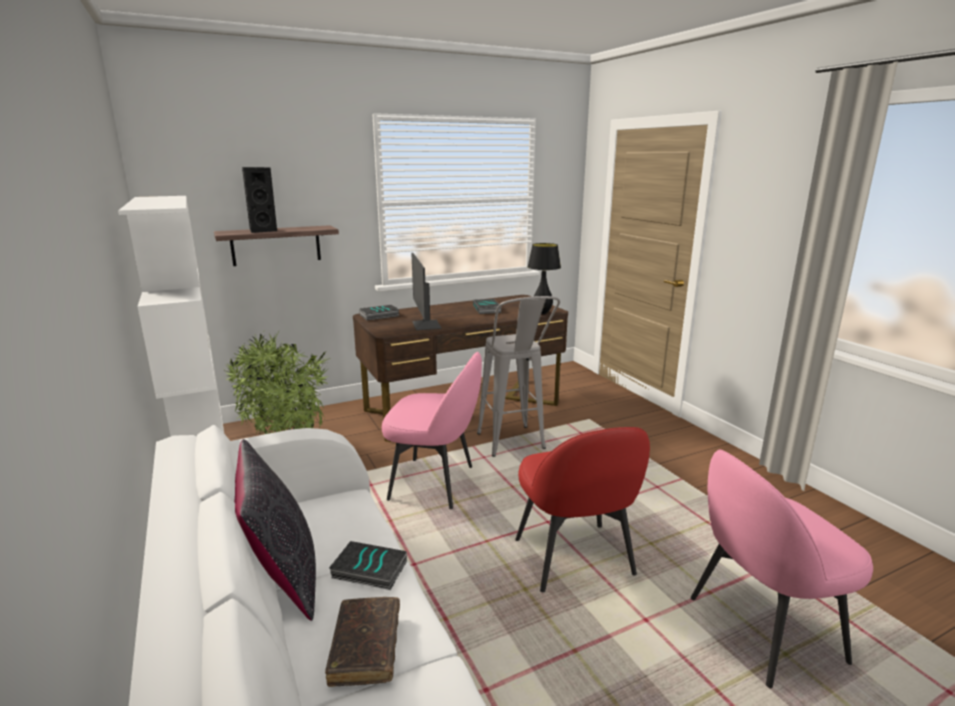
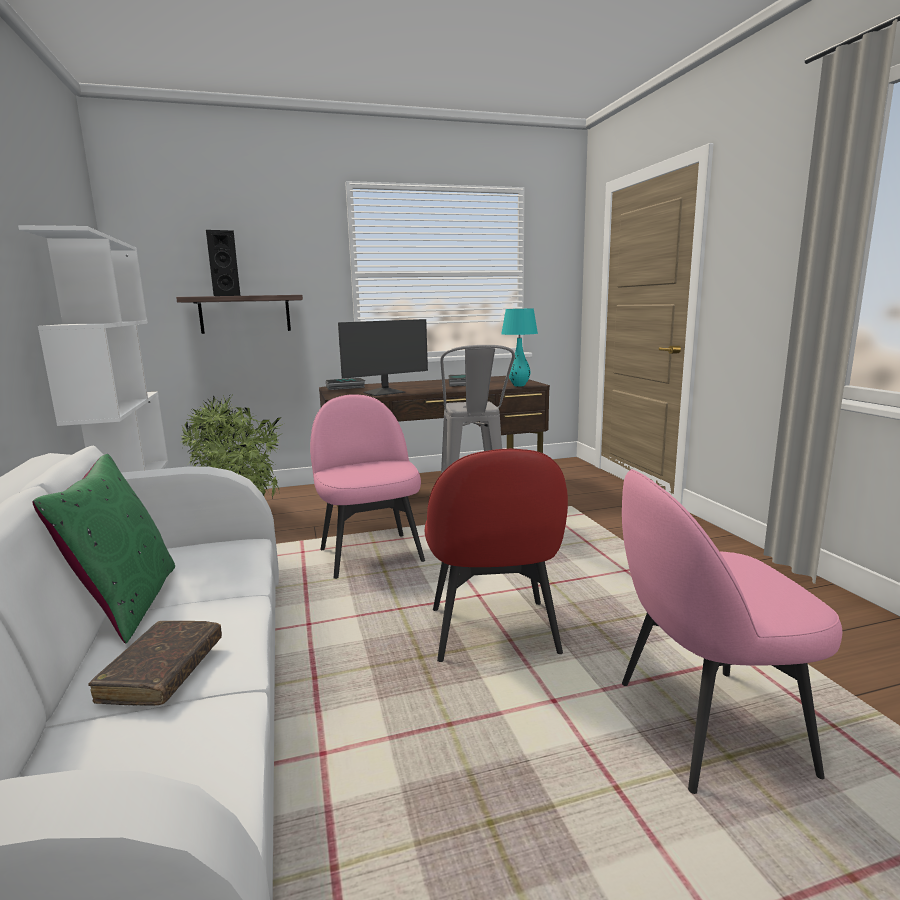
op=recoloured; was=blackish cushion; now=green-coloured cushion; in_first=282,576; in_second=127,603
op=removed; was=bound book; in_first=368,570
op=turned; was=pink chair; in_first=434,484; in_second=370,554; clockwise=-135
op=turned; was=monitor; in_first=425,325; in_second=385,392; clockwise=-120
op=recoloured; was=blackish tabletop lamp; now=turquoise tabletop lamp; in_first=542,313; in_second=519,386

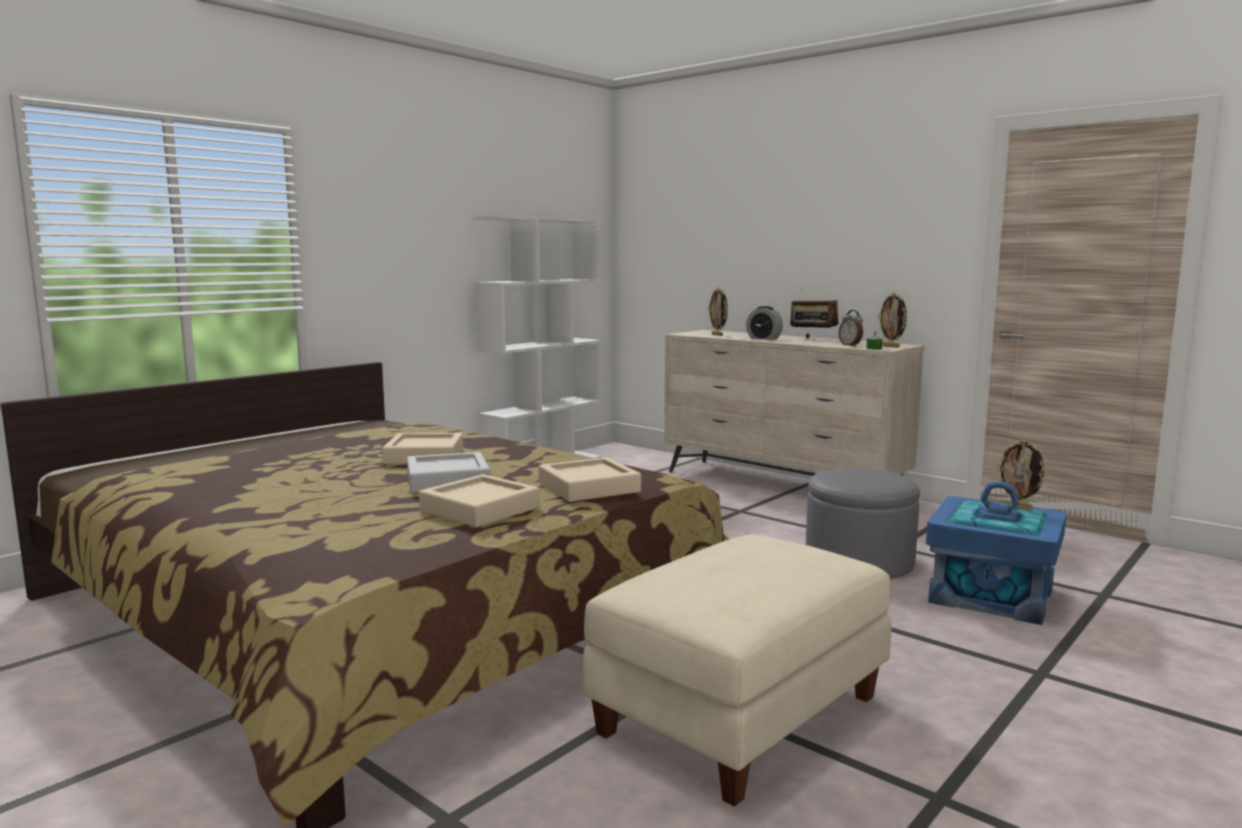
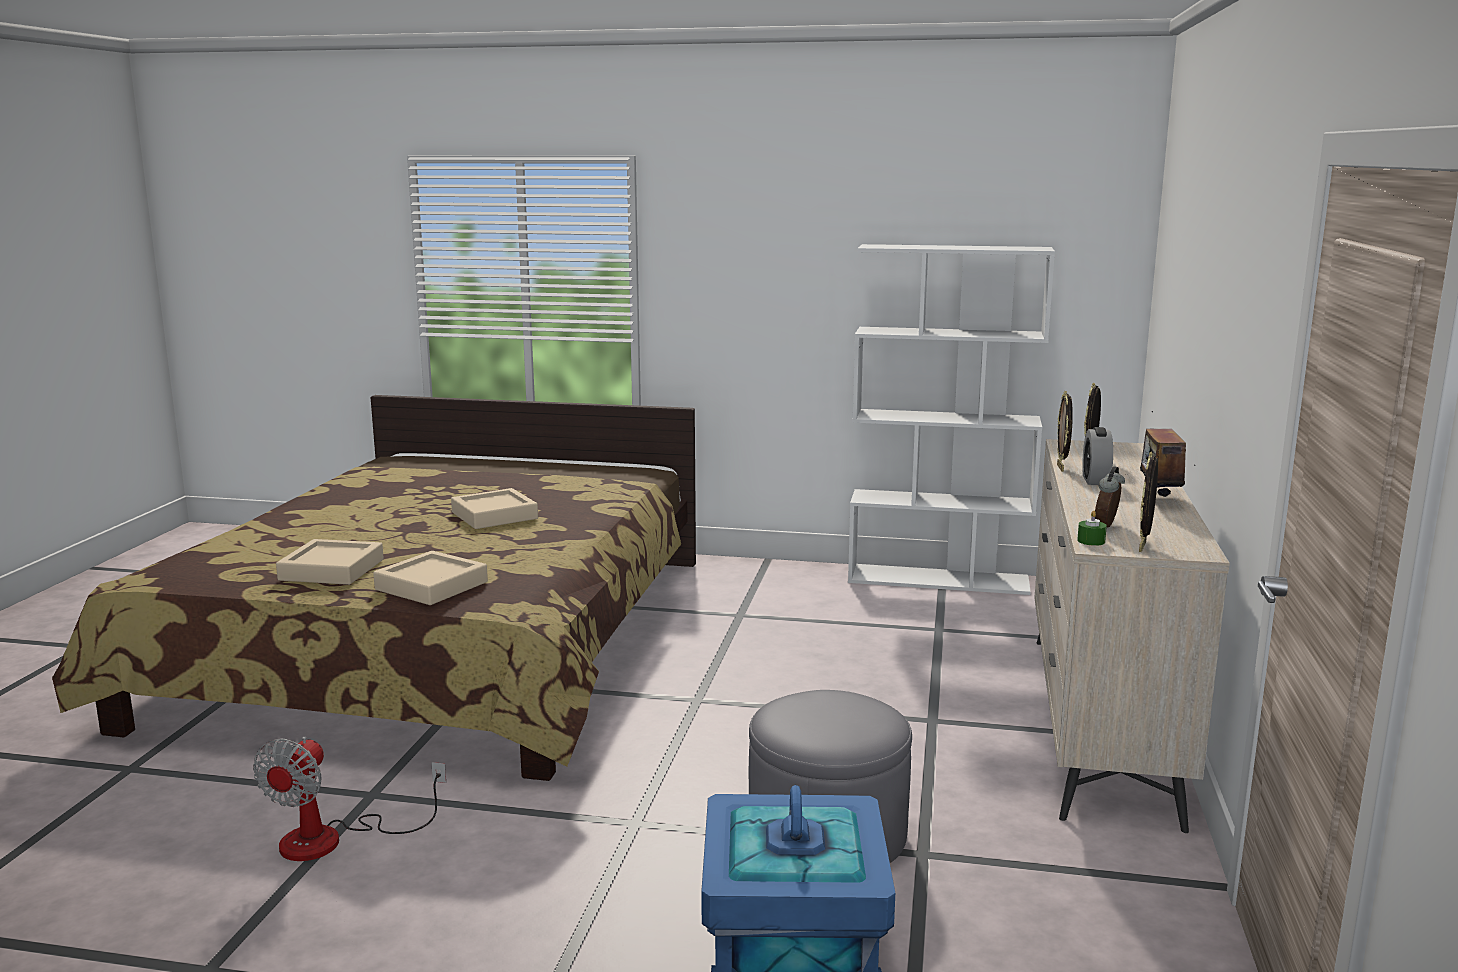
op=removed; was=greyish serving tray; in_first=448,480
op=replaced; was=beige-coloured footrest; now=electric fan; in_first=739,713; in_second=333,839
op=moved; was=standing frame; in_first=1018,507; in_second=1061,468

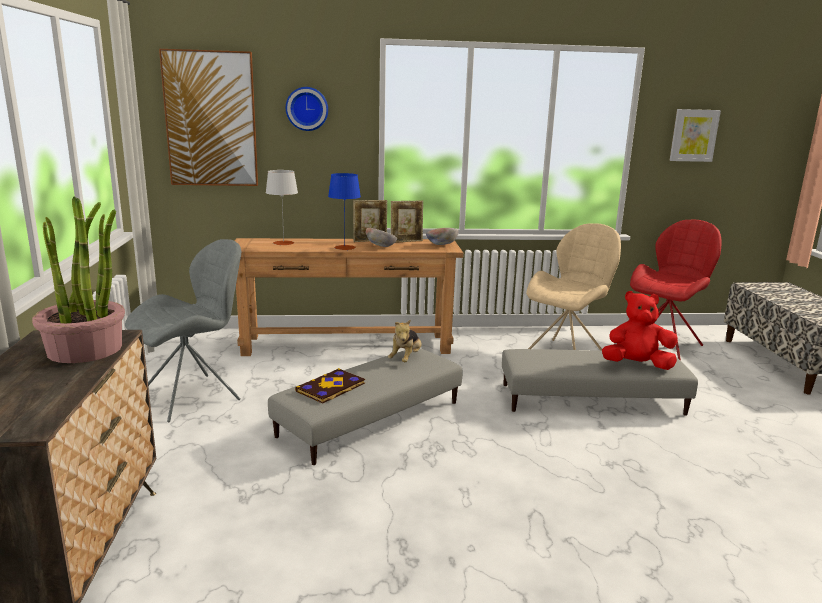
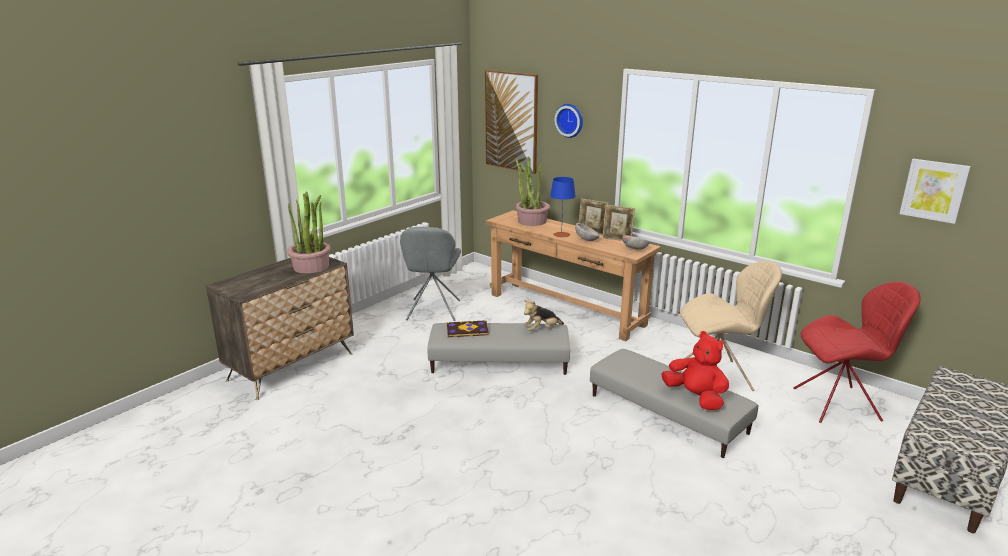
op=turned; was=greyish chair; in_first=193,396; in_second=433,311; clockwise=90
op=replaced; was=greyish tabletop lamp; now=potted plant; in_first=283,243; in_second=531,221

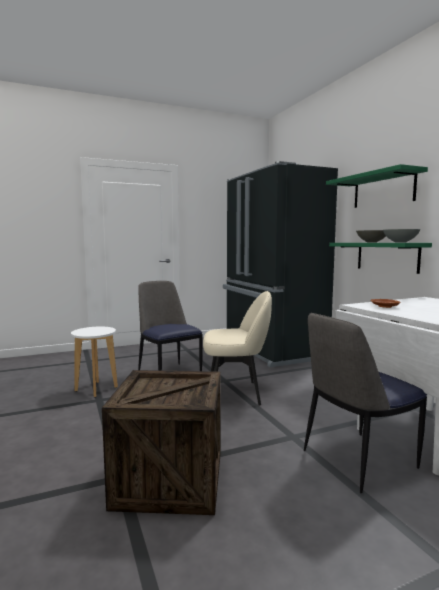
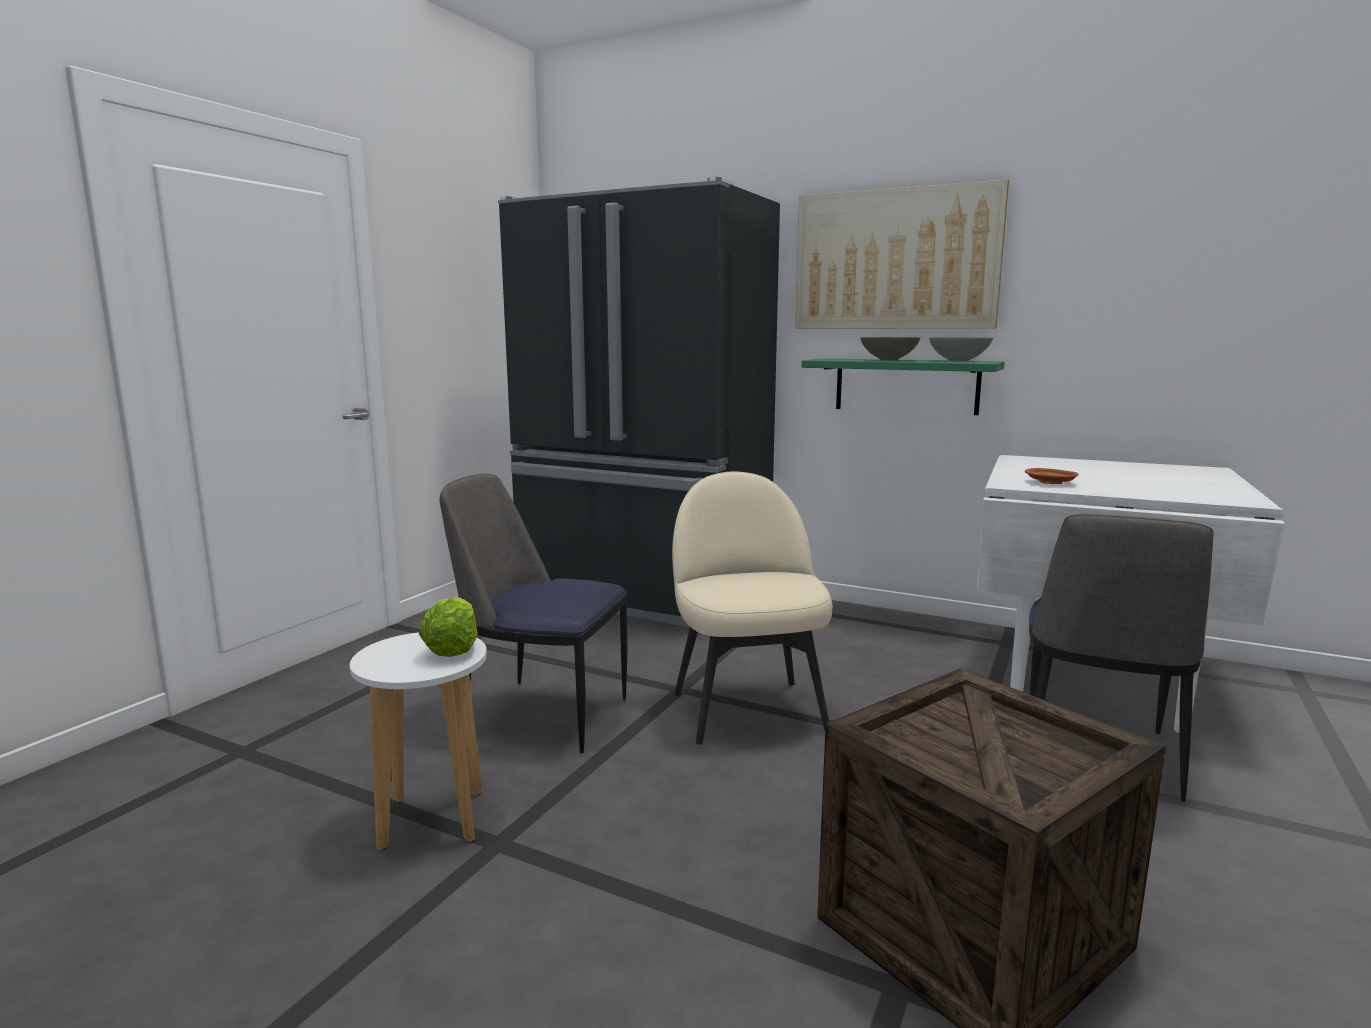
op=turned; was=beige-coloured chair; in_first=235,393; in_second=747,709; clockwise=-60
op=replaced; was=green-coloured bracket shelf; now=wall art; in_first=383,190; in_second=895,260
op=added; now=lettuce; in_second=452,649

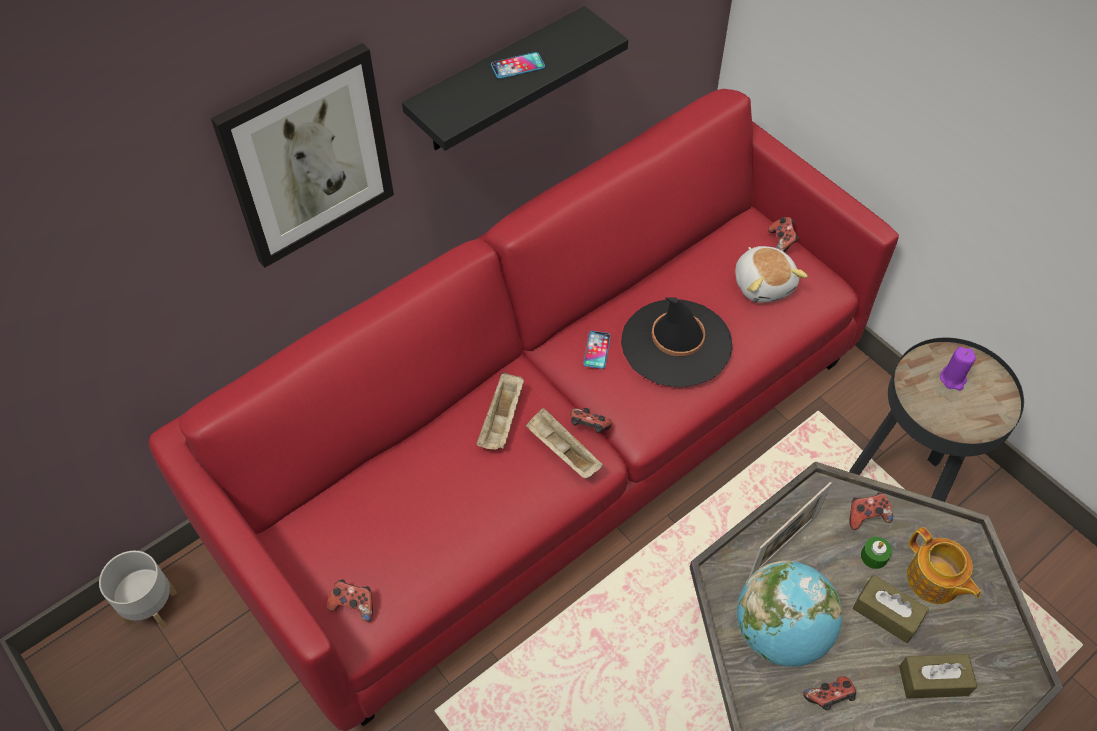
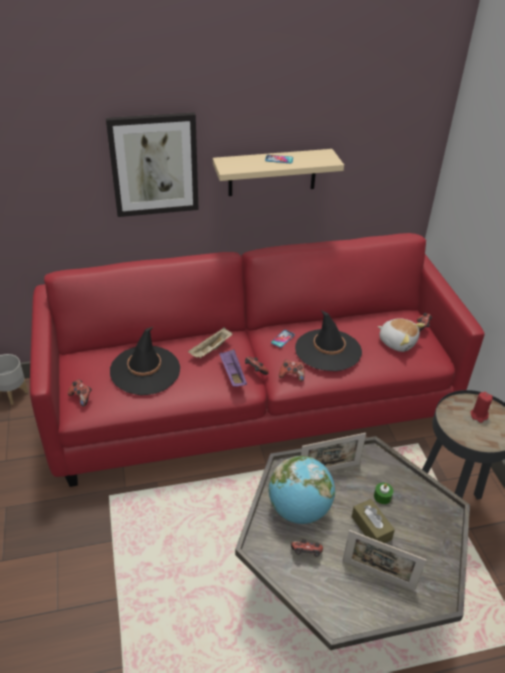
op=recoloured; was=blackish bracket shelf; now=beige-coloured bracket shelf; in_first=497,83; in_second=272,172
op=recoloured; was=beige-coloured serving tray; now=purple serving tray; in_first=562,451; in_second=232,374
op=turned; was=cuddly toy; in_first=764,284; in_second=397,342; clockwise=-60
op=moved; was=gamepad; in_first=866,516; in_second=292,375
op=replaced; was=brown box of tissues; now=standing frame; in_first=933,680; in_second=378,574
op=removed; was=tea pot; in_first=933,580
op=recoloured; was=purple wax candle; now=reddish wax candle; in_first=953,379; in_second=479,415
op=added; now=blackish hat; in_second=145,370

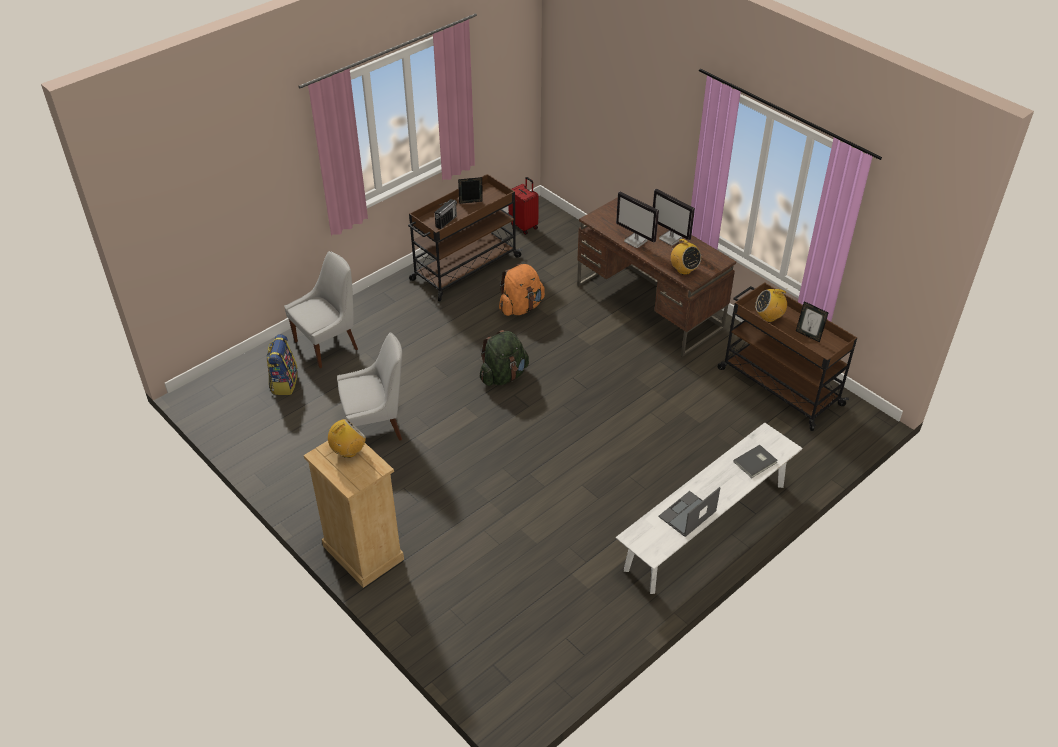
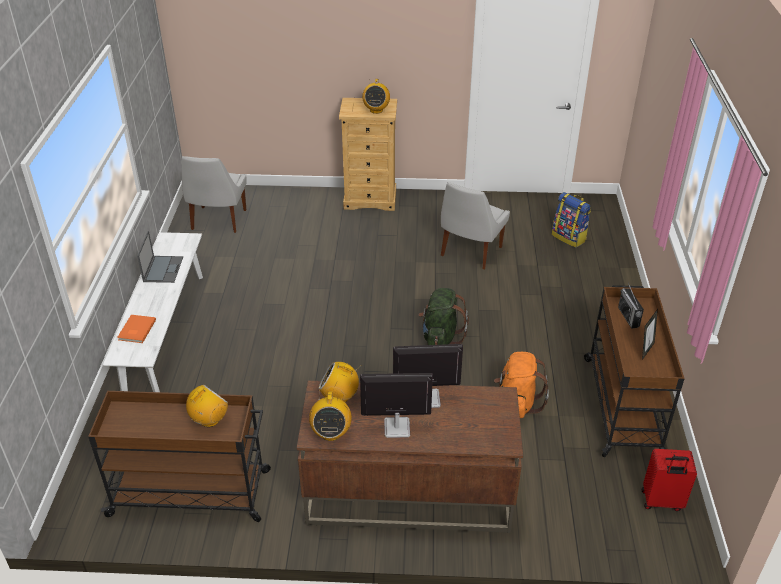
op=moved; was=white chair; in_first=328,344; in_second=218,221
op=recoloured; was=greyish bound book; now=orange bound book; in_first=756,462; in_second=136,330
op=removed; was=standing frame; in_first=808,335
op=added; now=radio; in_second=331,433

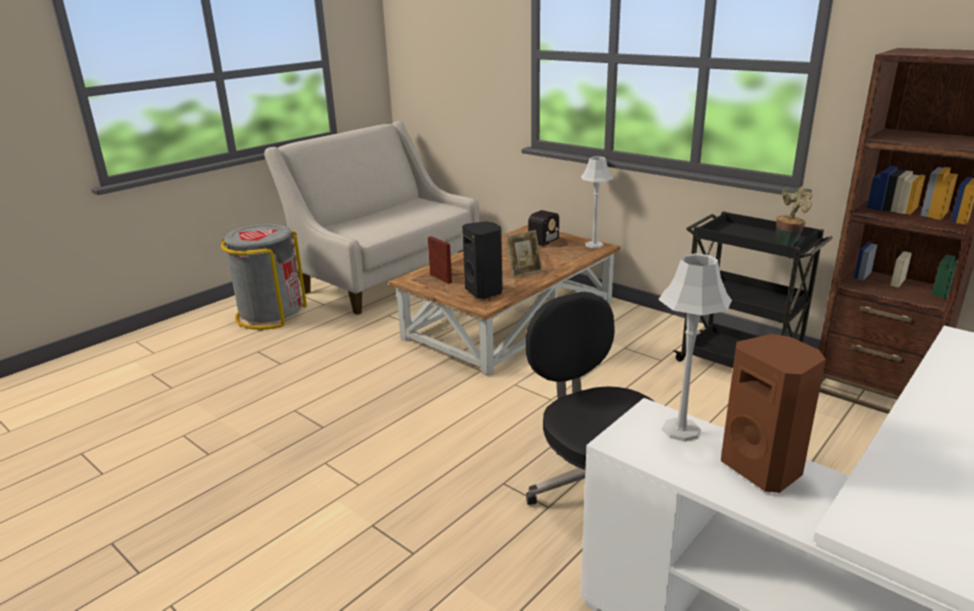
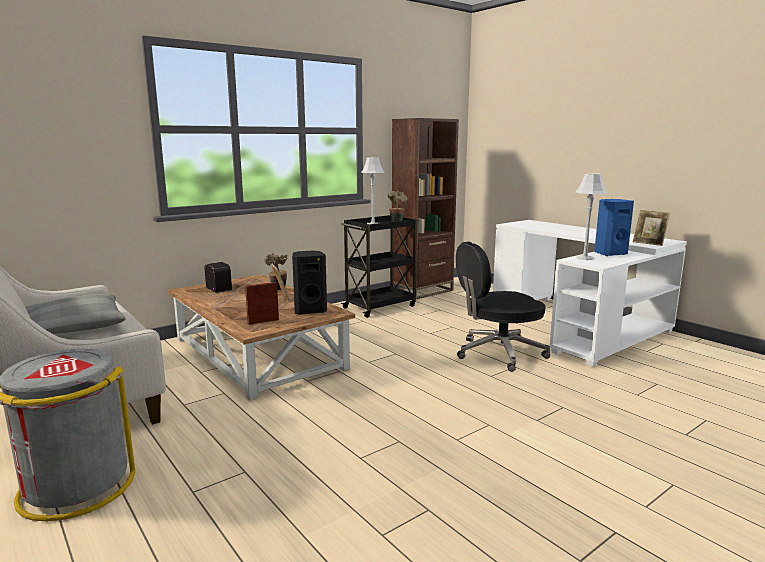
op=moved; was=greyish tabletop lamp; in_first=594,245; in_second=373,224
op=recoloured; was=brown speaker; now=blue-coloured speaker; in_first=763,468; in_second=609,253
op=added; now=greyish cushion; in_second=73,327
op=added; now=potted plant; in_second=278,289
op=added; now=standing frame; in_second=649,243

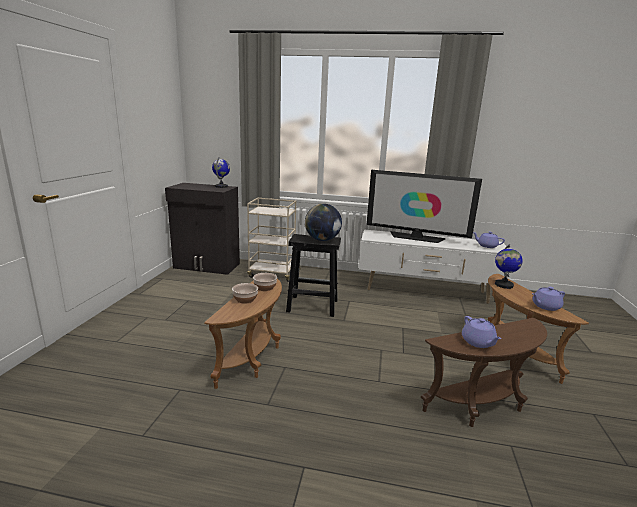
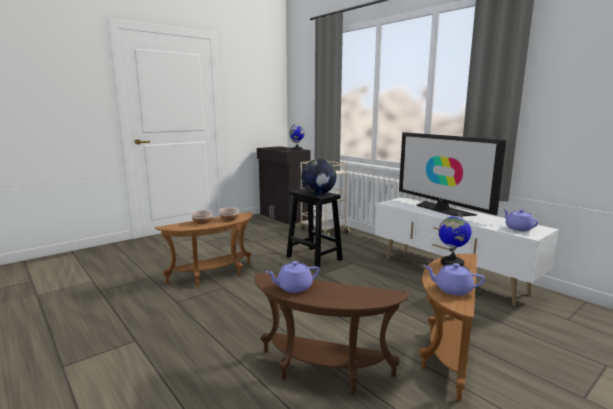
op=turned; was=purple tea pot; in_first=478,342; in_second=293,287; clockwise=45

